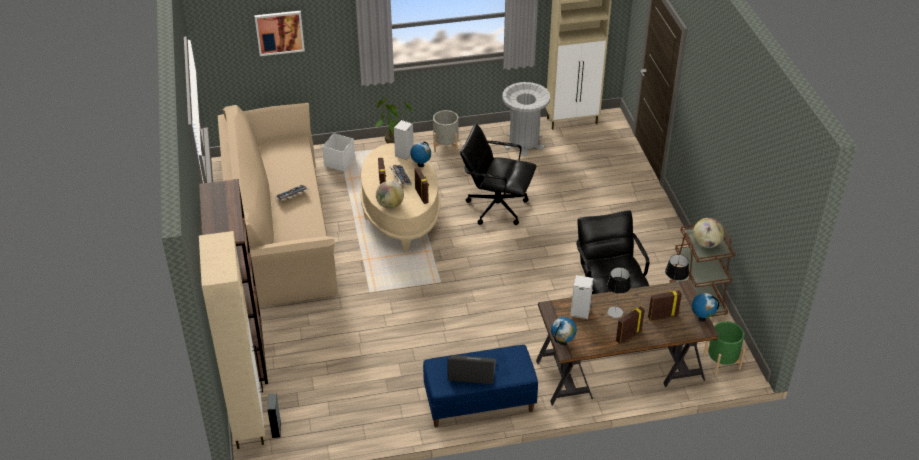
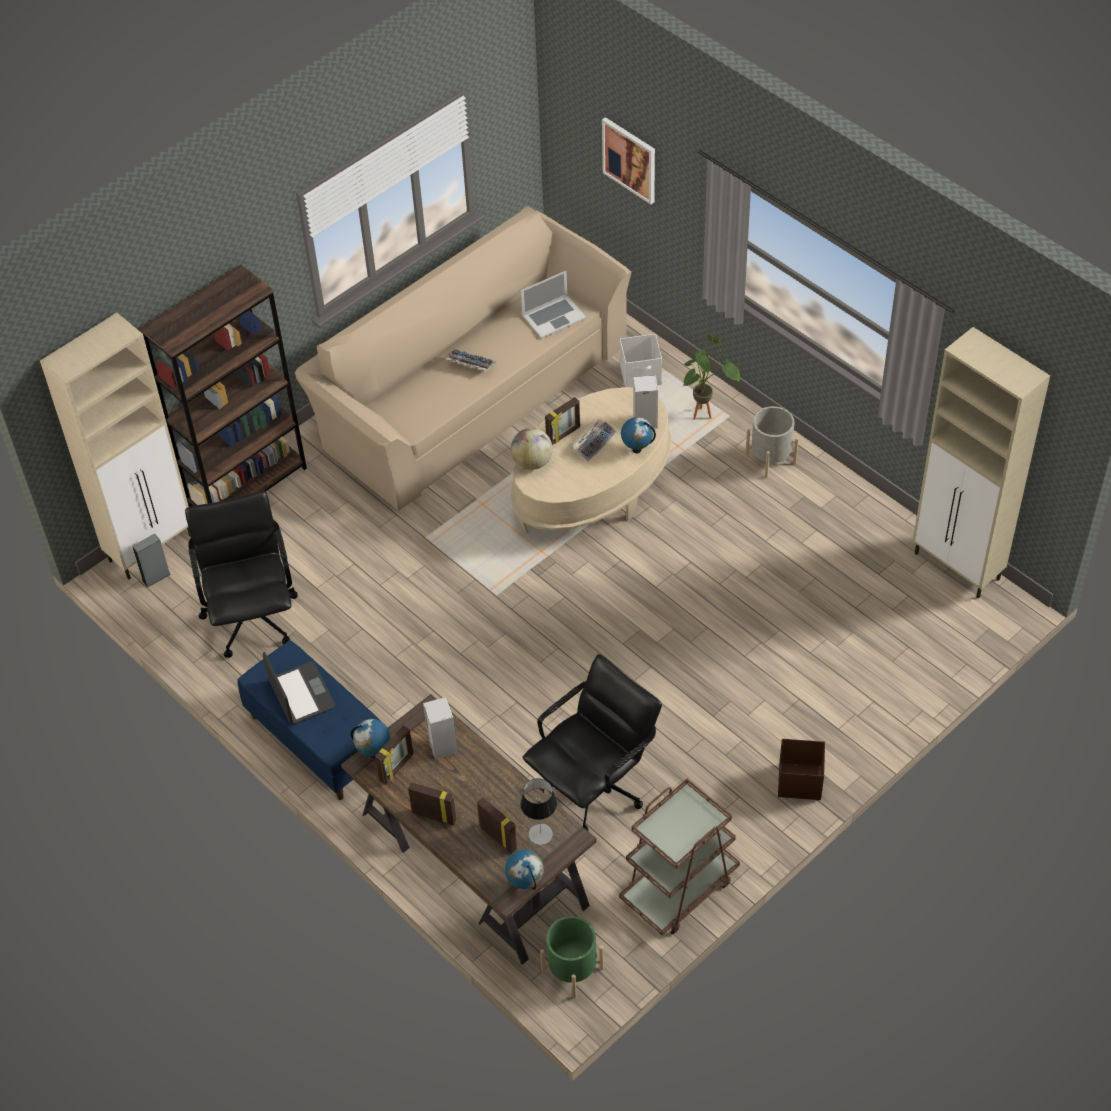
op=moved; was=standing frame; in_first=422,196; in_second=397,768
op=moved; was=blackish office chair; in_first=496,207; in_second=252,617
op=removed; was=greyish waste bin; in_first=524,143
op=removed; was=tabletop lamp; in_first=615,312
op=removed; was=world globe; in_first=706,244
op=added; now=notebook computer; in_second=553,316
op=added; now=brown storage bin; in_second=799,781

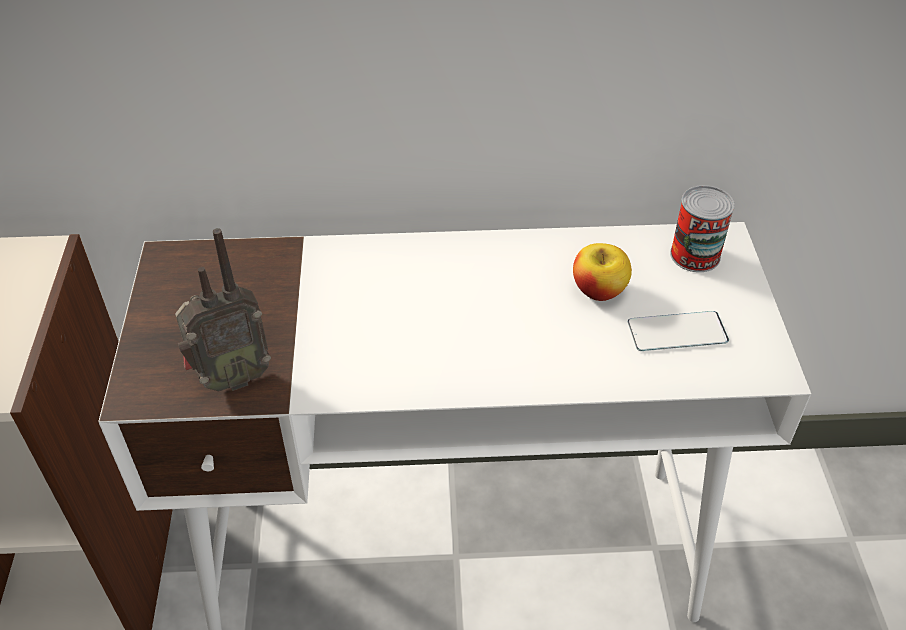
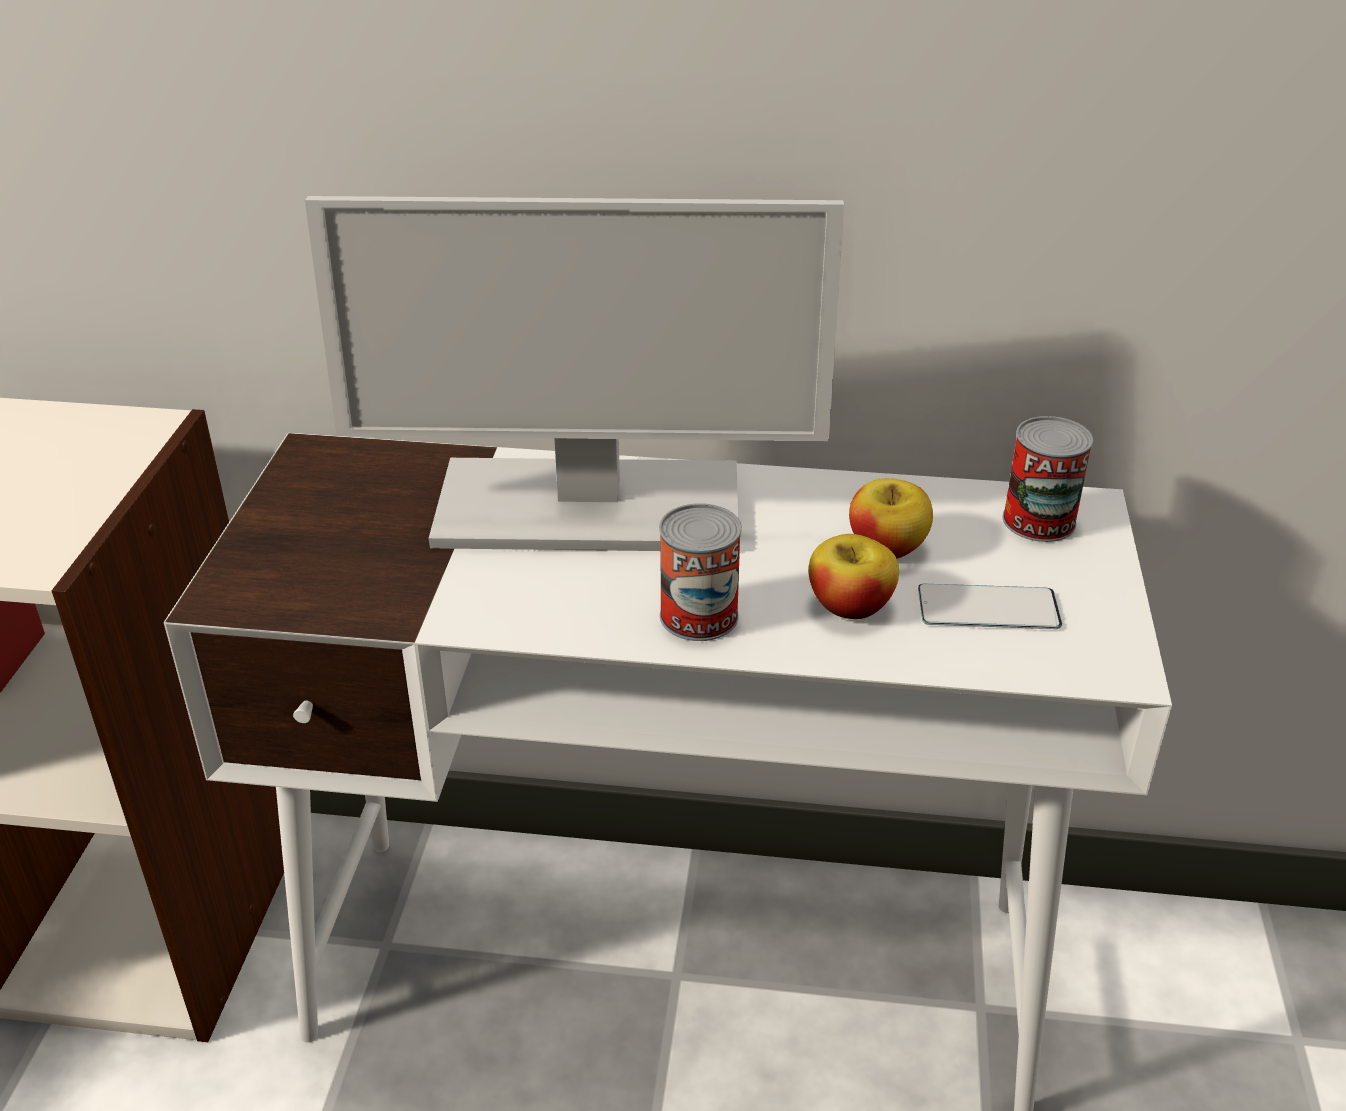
op=removed; was=radio; in_first=231,378
op=added; now=monitor; in_second=585,509
op=added; now=sealed can; in_second=699,616
op=added; now=whole apple; in_second=850,606

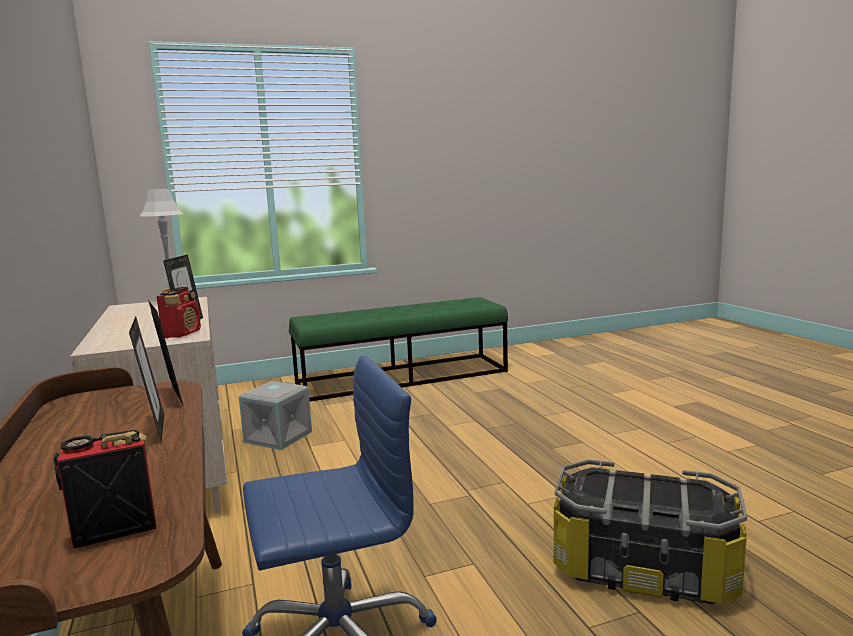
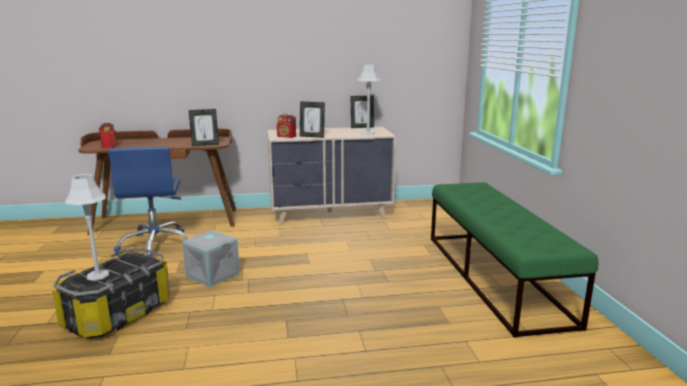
op=moved; was=standing frame; in_first=155,429; in_second=362,127
op=moved; was=greyish storage bin; in_first=279,437; in_second=211,275
op=added; now=greyish tabletop lamp; in_second=98,275

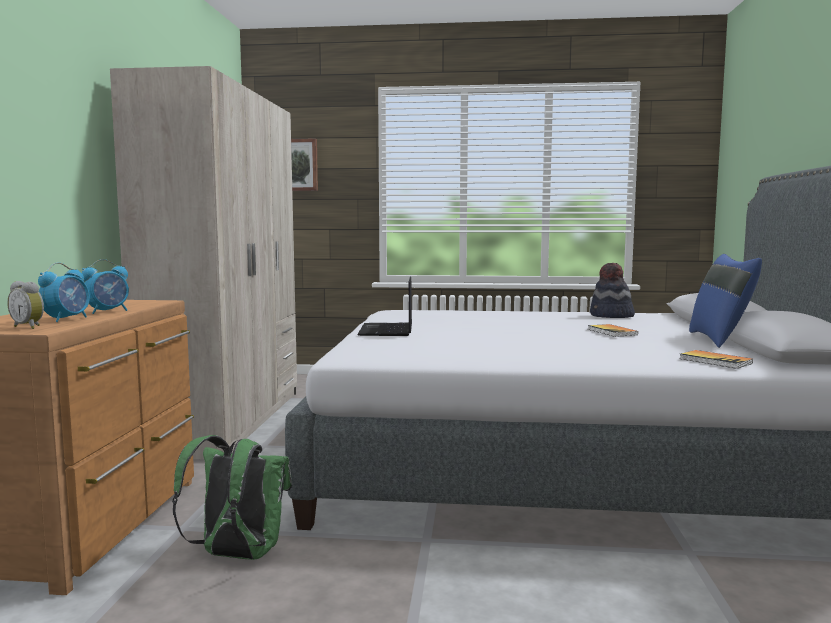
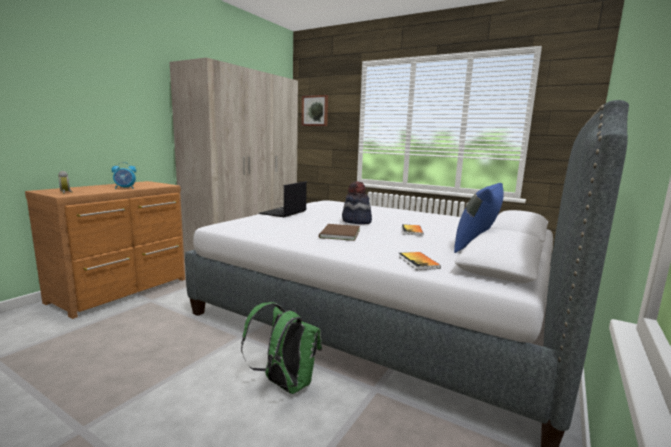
op=removed; was=bedside clock; in_first=67,319
op=moved; was=green-coloured backpack; in_first=237,555; in_second=284,384
op=moved; was=hat; in_first=611,316; in_second=356,221
op=added; now=brown bound book; in_second=338,234

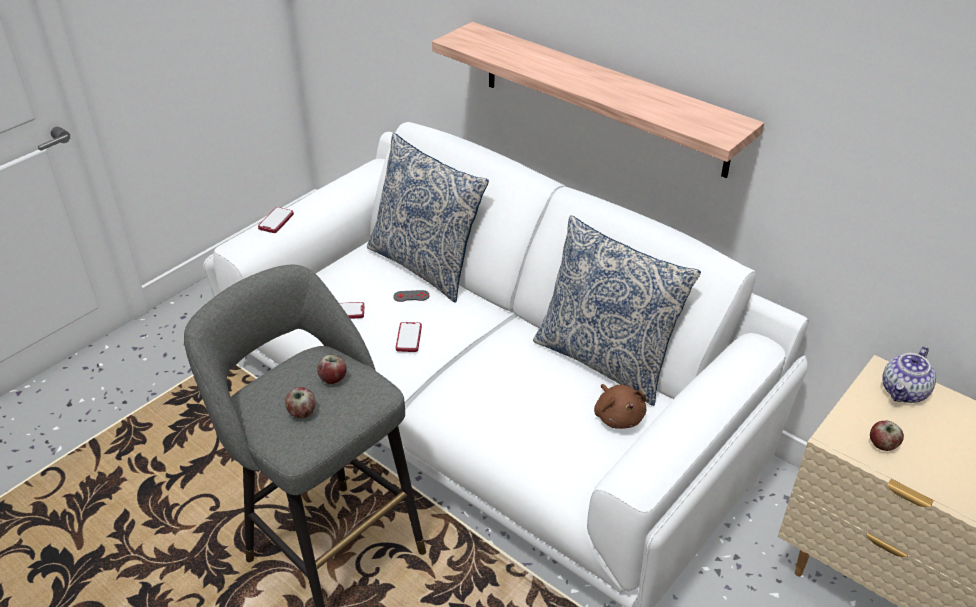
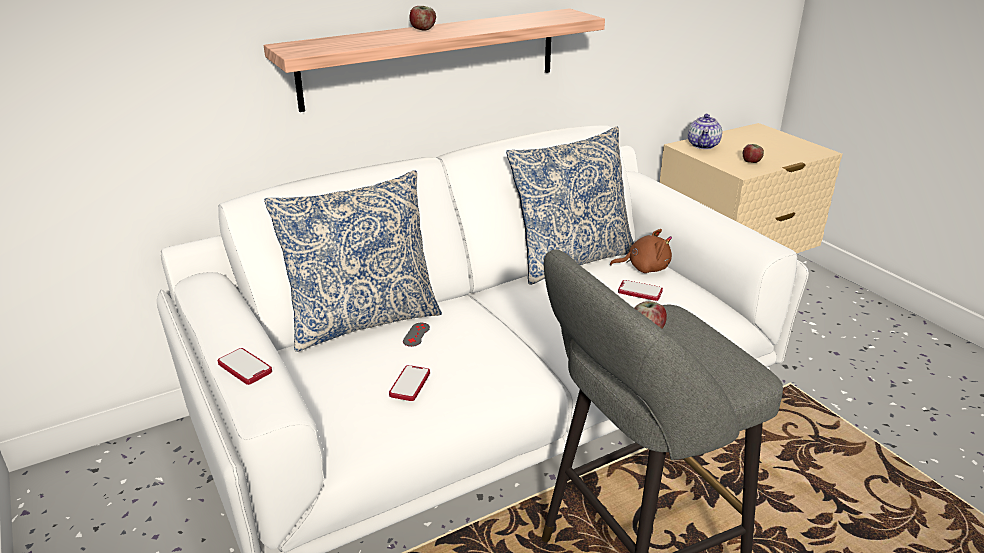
op=moved; was=whole apple; in_first=302,413; in_second=423,30
op=moved; was=handset; in_first=408,338; in_second=640,291
op=turned; was=tea pot; in_first=904,392; in_second=703,145; clockwise=45

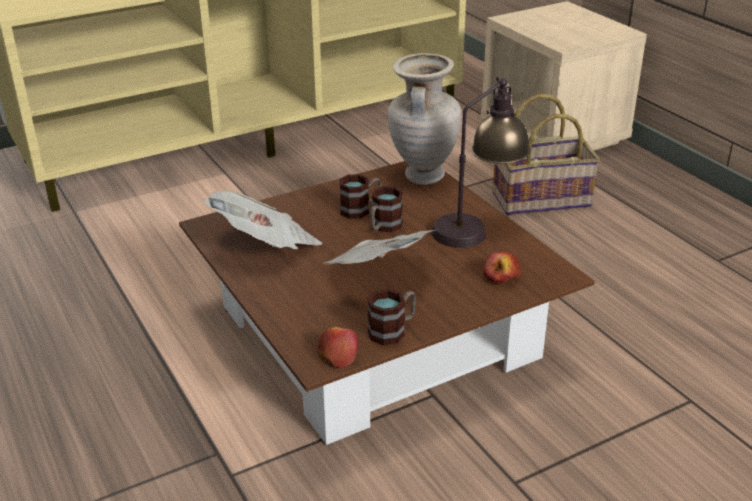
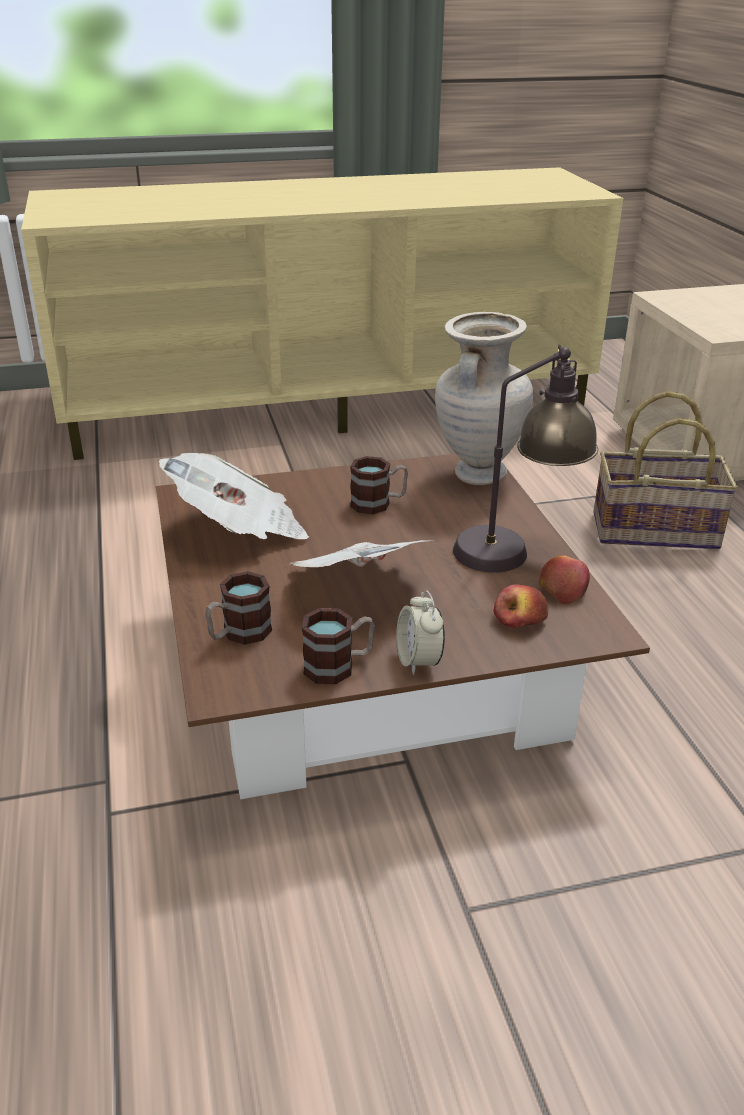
op=moved; was=whole apple; in_first=338,354; in_second=562,589
op=moved; was=tea mug; in_first=383,227; in_second=239,634
op=added; now=bedside clock; in_second=418,660

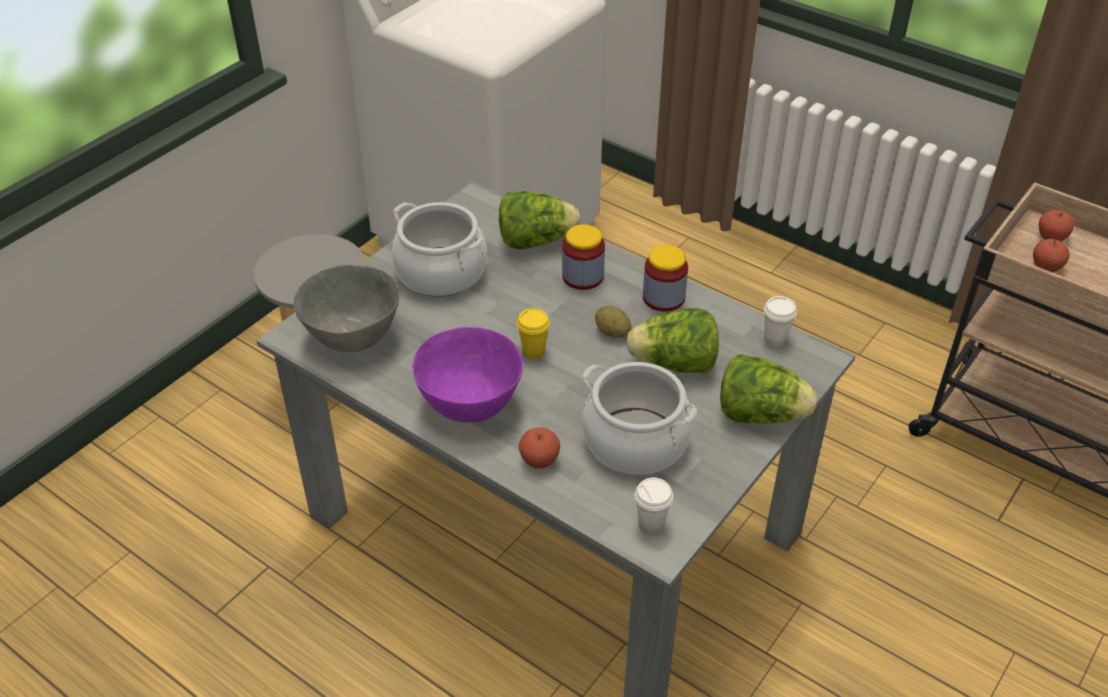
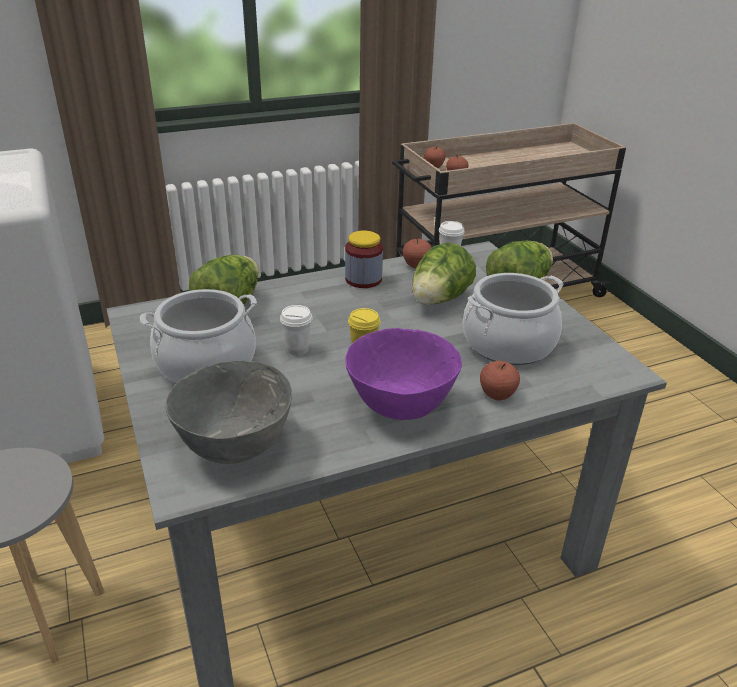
op=removed; was=preserve jar; in_first=583,276
op=removed; was=whole potato; in_first=612,332
op=moved; was=white cup; in_first=651,524; in_second=297,349
op=added; now=whole apple; in_second=416,265

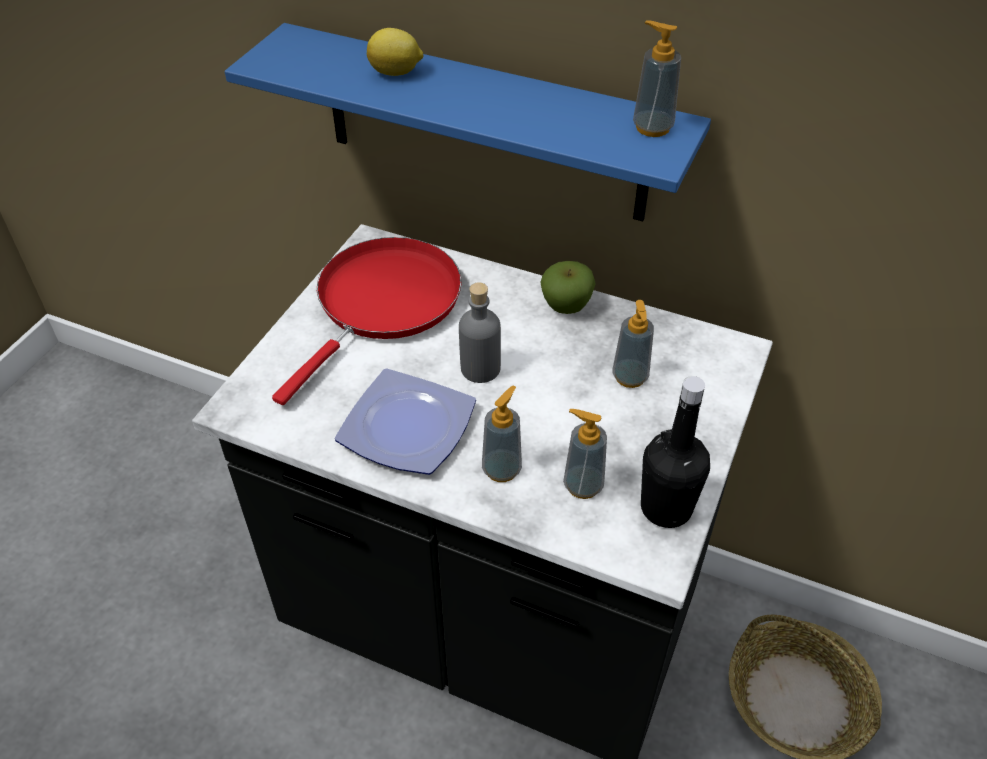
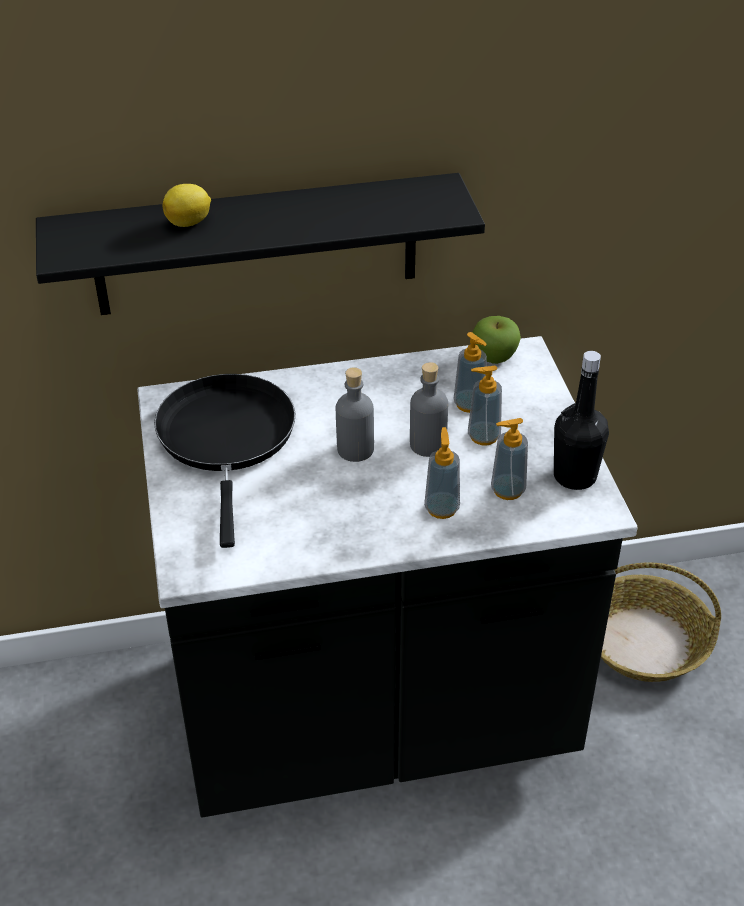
op=recoloured; was=blue-coloured bracket shelf; now=blackish bracket shelf; in_first=483,124; in_second=256,245
op=recoloured; was=reddish skillet; now=blackish skillet; in_first=383,303; in_second=227,438
op=removed; was=dinner plate; in_first=404,428
op=moved; was=whole apple; in_first=566,307; in_second=494,358
op=moved; was=soap bottle; in_first=652,128; in_second=483,436
op=added; now=greyish bottle; in_second=427,444

